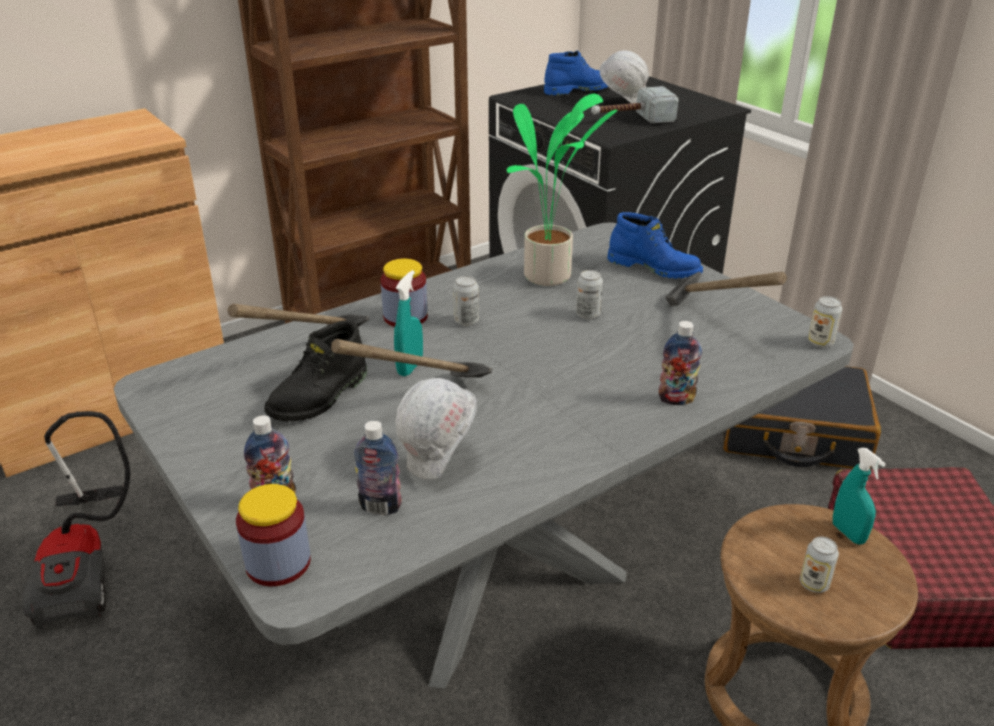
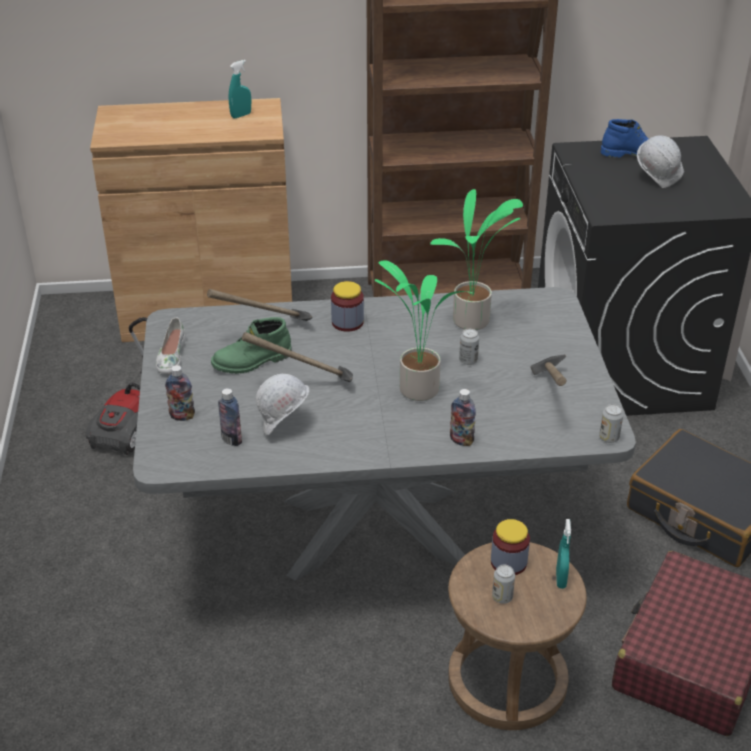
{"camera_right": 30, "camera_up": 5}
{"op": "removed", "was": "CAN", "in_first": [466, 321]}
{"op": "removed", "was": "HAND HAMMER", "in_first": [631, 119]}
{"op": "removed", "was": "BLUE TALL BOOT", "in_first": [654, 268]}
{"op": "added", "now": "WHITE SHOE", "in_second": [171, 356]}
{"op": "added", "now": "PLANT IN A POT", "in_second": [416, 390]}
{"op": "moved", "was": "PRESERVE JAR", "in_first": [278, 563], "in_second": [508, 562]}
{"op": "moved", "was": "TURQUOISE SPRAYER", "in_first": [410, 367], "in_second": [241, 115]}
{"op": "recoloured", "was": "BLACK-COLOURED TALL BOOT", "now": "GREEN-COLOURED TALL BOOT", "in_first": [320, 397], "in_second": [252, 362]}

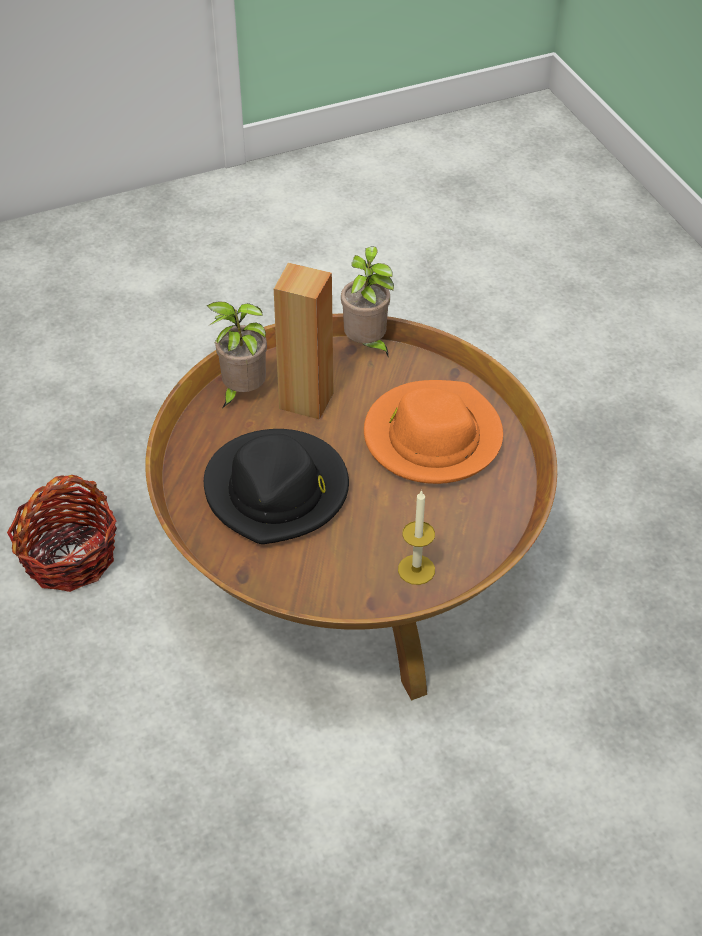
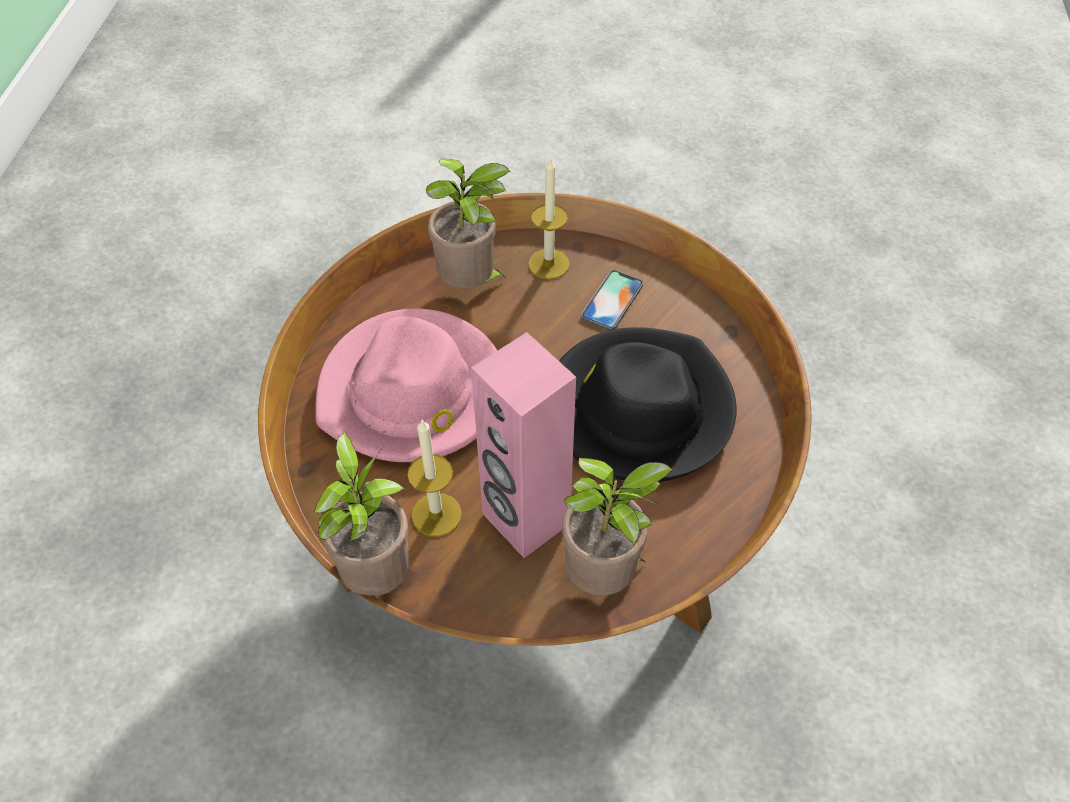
{"camera_right": -150, "camera_up": 5}
{"op": "removed", "was": "HOUSEHOLD BASKET", "in_first": [70, 556]}
{"op": "added", "now": "CANDLE", "in_second": [436, 514]}
{"op": "added", "now": "PLANT IN A POT", "in_second": [471, 285]}
{"op": "added", "now": "HANDSET", "in_second": [612, 300]}
{"op": "recoloured", "was": "BROWNISH LOUDSPEAKER", "now": "PINKISH LOUDSPEAKER", "in_first": [306, 400], "in_second": [525, 519]}
{"op": "recoloured", "was": "ORANGE-COLOURED HAT", "now": "PINKISH HAT", "in_first": [432, 437], "in_second": [413, 393]}

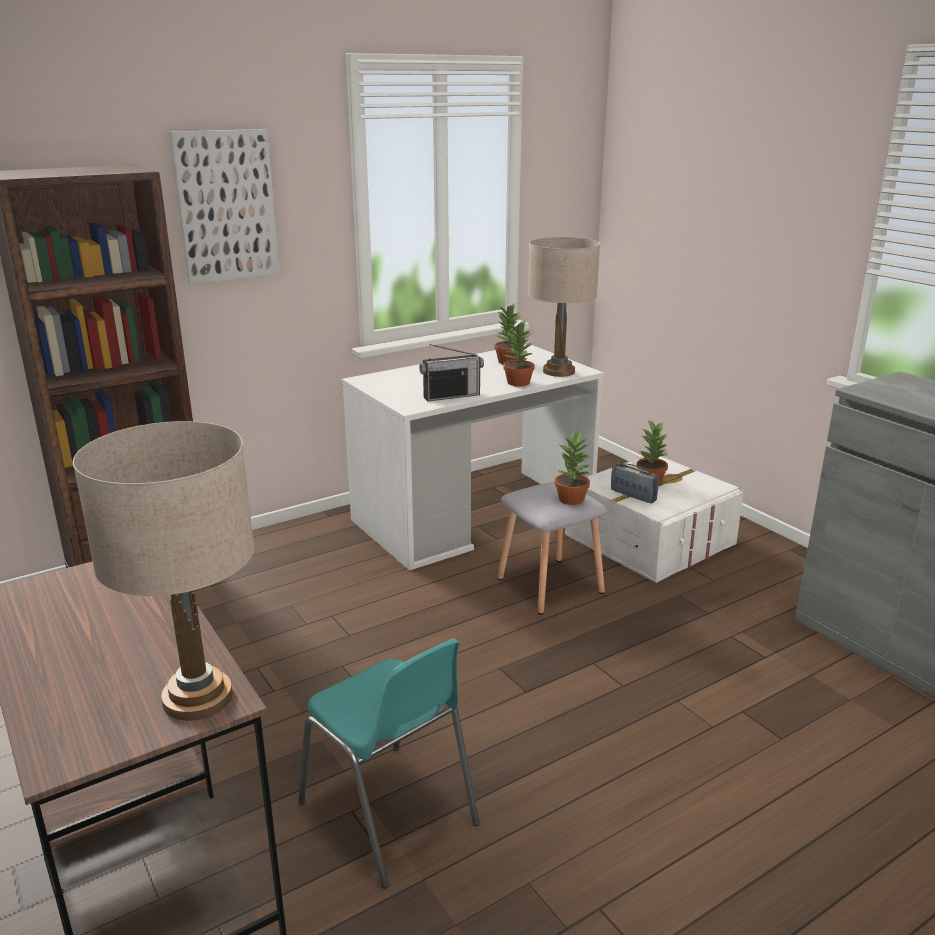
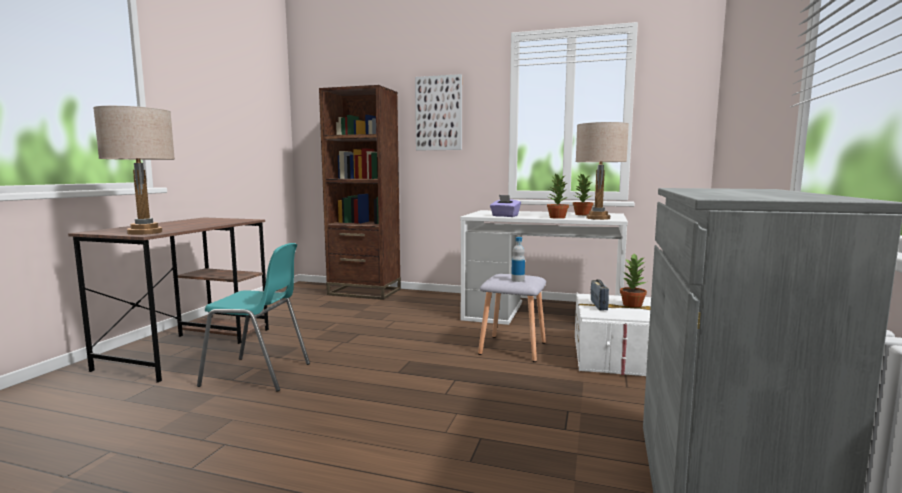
{"camera_right": 50, "camera_up": -15}
{"op": "replaced", "was": "RADIO", "now": "PURPLISH TISSUE HOLDER", "in_first": [451, 396], "in_second": [505, 216]}
{"op": "replaced", "was": "PLANT IN A POT", "now": "BEVERAGE BOTTLE", "in_first": [572, 499], "in_second": [517, 280]}
{"op": "turned", "was": "TURQUOISE CHAIR", "in_first": [389, 814], "in_second": [258, 374], "clockwise": -90}

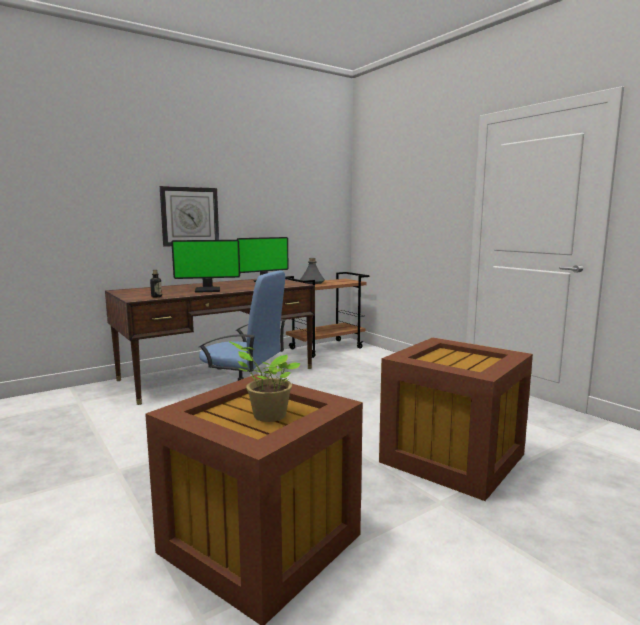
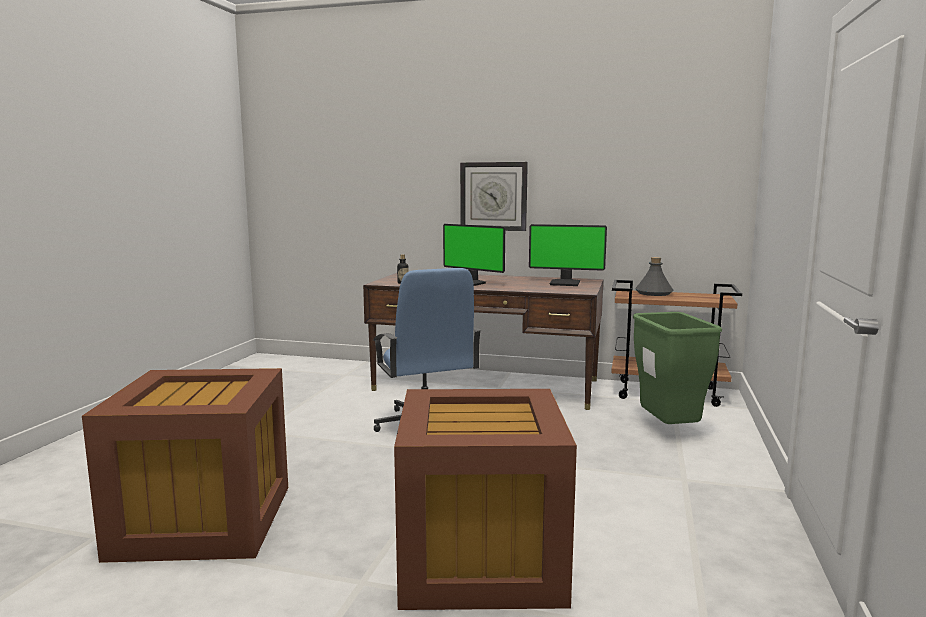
{"camera_right": 50, "camera_up": 0}
{"op": "removed", "was": "PLANT IN A POT", "in_first": [266, 416]}
{"op": "added", "now": "GREEN-COLOURED WASTE BIN", "in_second": [669, 431]}

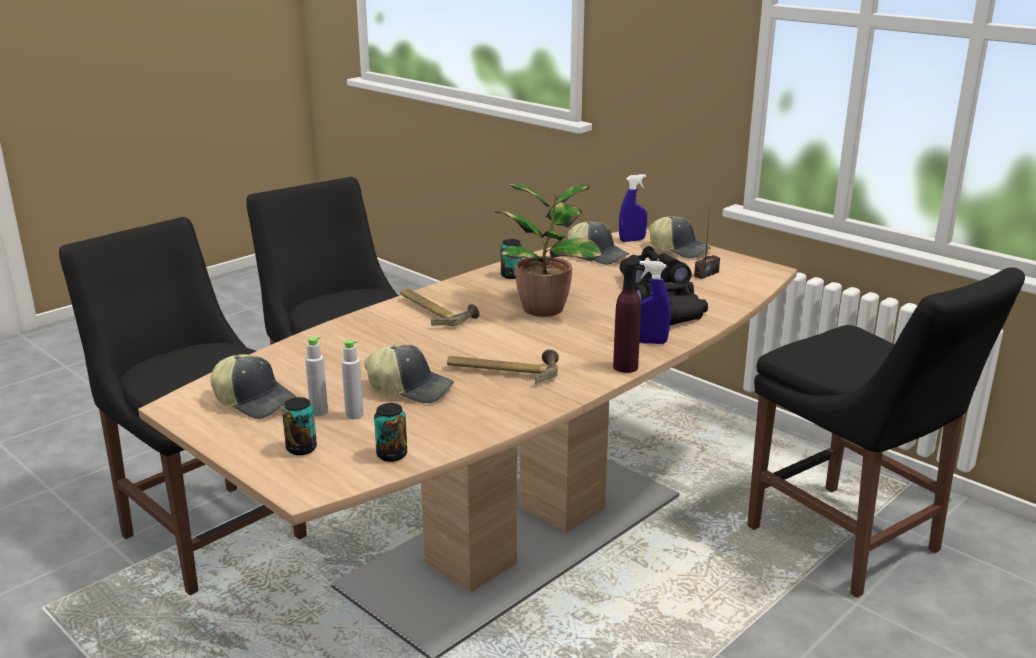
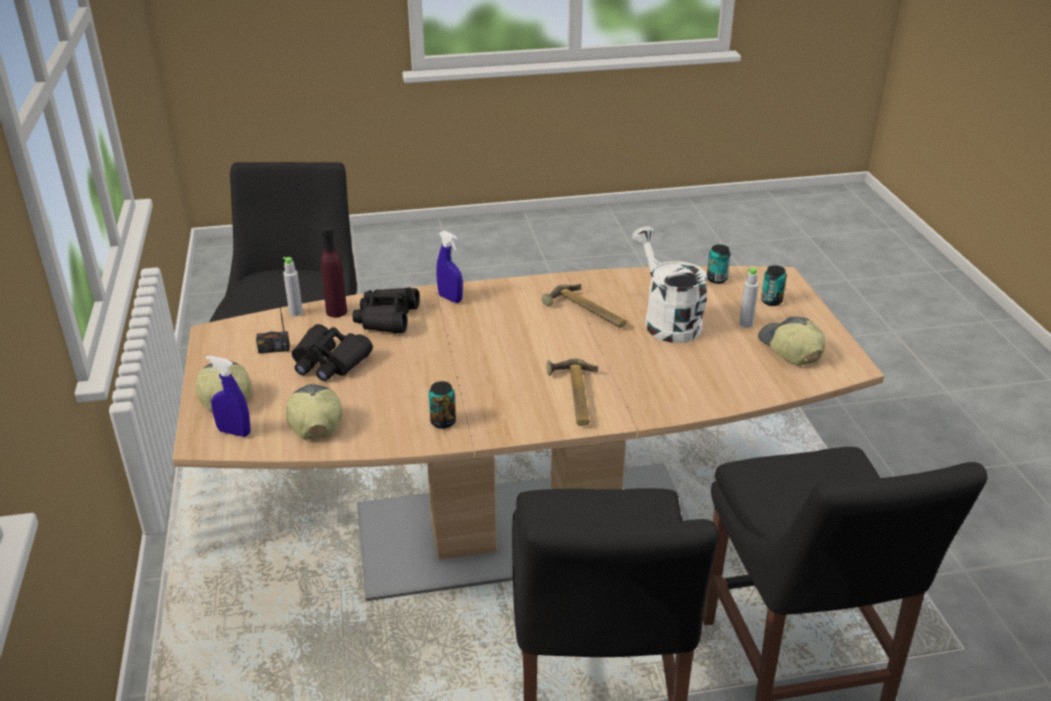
{"camera_right": -145, "camera_up": 10}
{"op": "removed", "was": "PLANT IN A POT", "in_first": [546, 308]}
{"op": "moved", "was": "GREYISH BEVERAGE BOTTLE", "in_first": [354, 415], "in_second": [296, 313]}
{"op": "moved", "was": "PURPLISH BEVERAGE BOTTLE", "in_first": [625, 367], "in_second": [336, 311]}
{"op": "replaced", "was": "CAP", "now": "WHITE WATERING POT", "in_first": [411, 388], "in_second": [666, 321]}

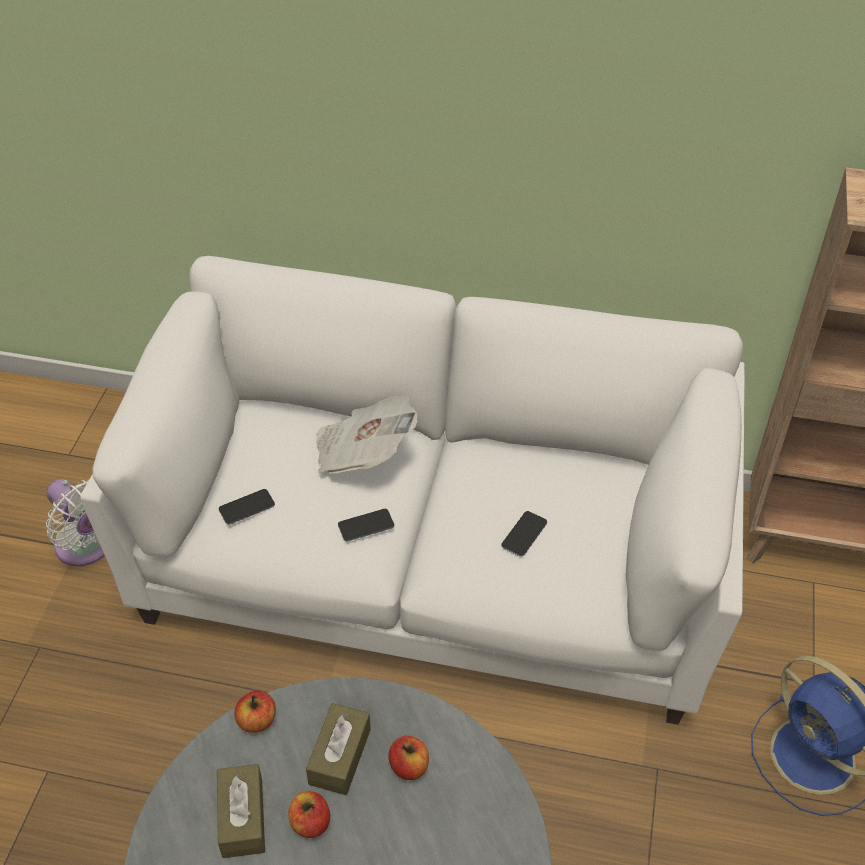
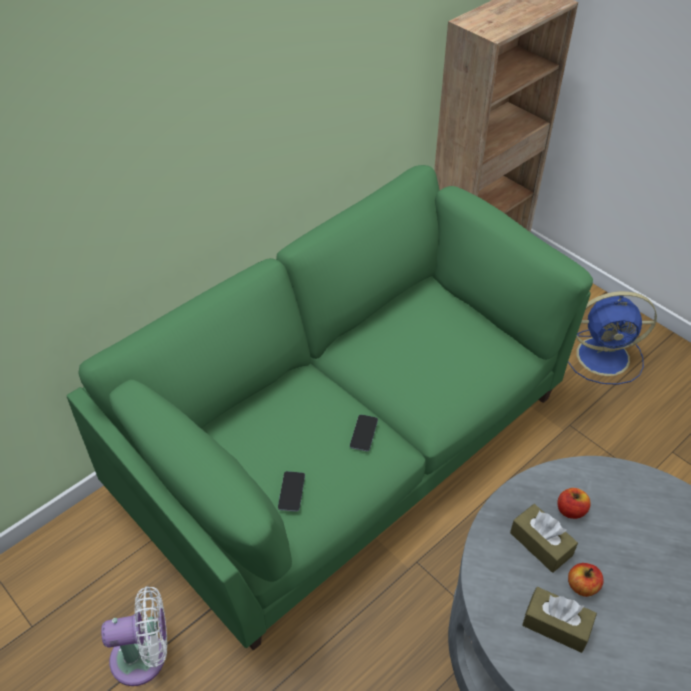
{"camera_right": -55, "camera_up": 0}
{"op": "removed", "was": "APPLE", "in_first": [257, 721]}
{"op": "removed", "was": "PRINTED PAPER", "in_first": [363, 453]}
{"op": "removed", "was": "HANDSET", "in_first": [524, 534]}
{"op": "recoloured", "was": "WHITE COUCH", "now": "GREEN-COLOURED COUCH", "in_first": [432, 560], "in_second": [343, 445]}

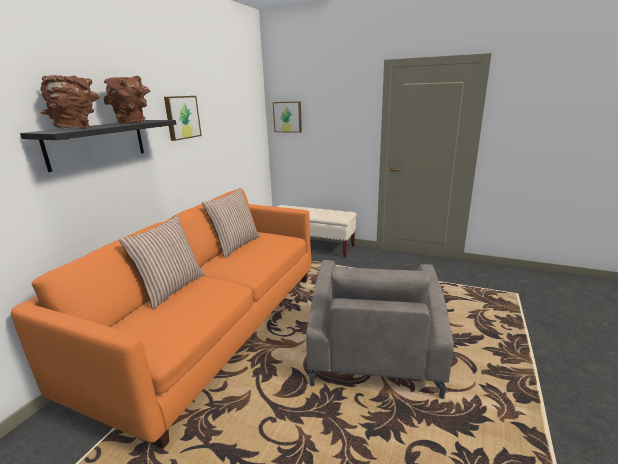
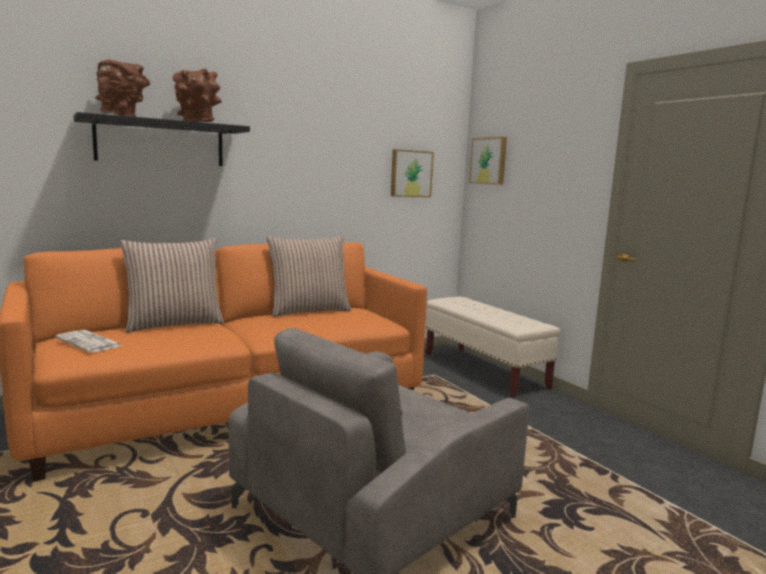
{"camera_right": 35, "camera_up": -10}
{"op": "added", "now": "PRINTED PAPER", "in_second": [90, 342]}
{"op": "moved", "was": "WALL PICTURE", "in_first": [182, 117], "in_second": [410, 173]}

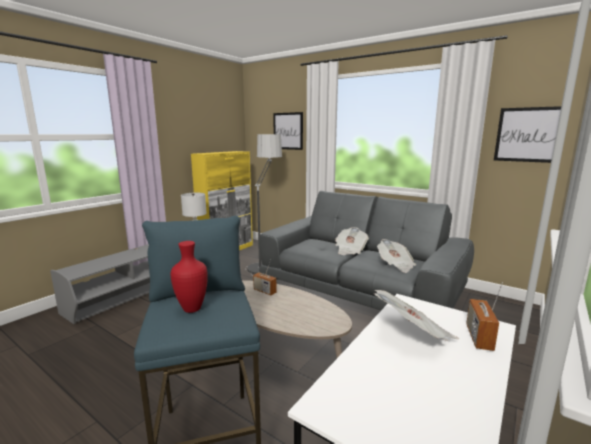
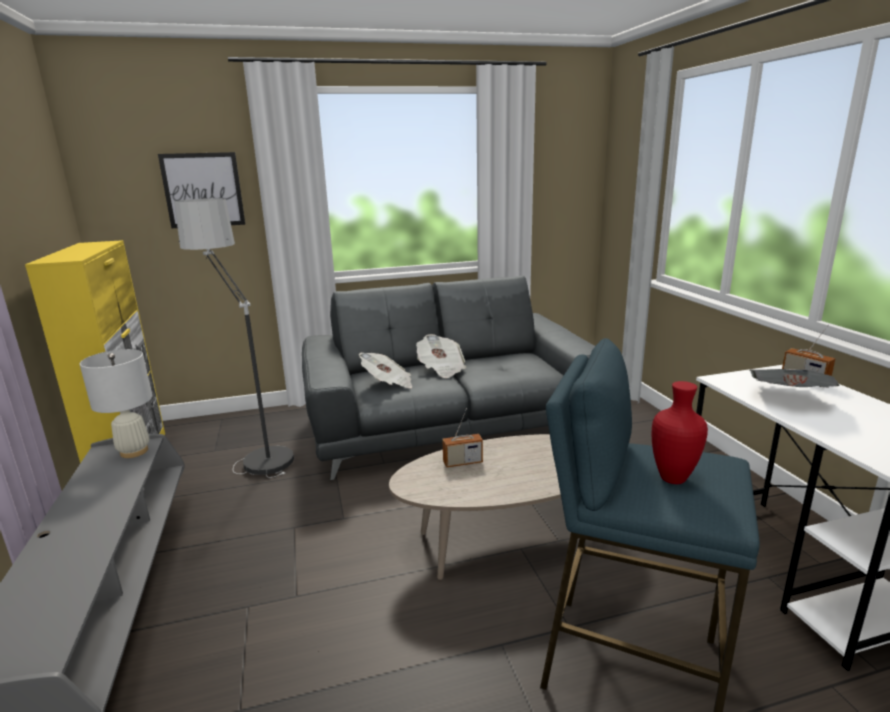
{"camera_right": -50, "camera_up": 5}
{"op": "removed", "was": "WALL PICTURE", "in_first": [527, 134]}
{"op": "moved", "was": "PRINTED PAPER", "in_first": [395, 265], "in_second": [388, 383]}

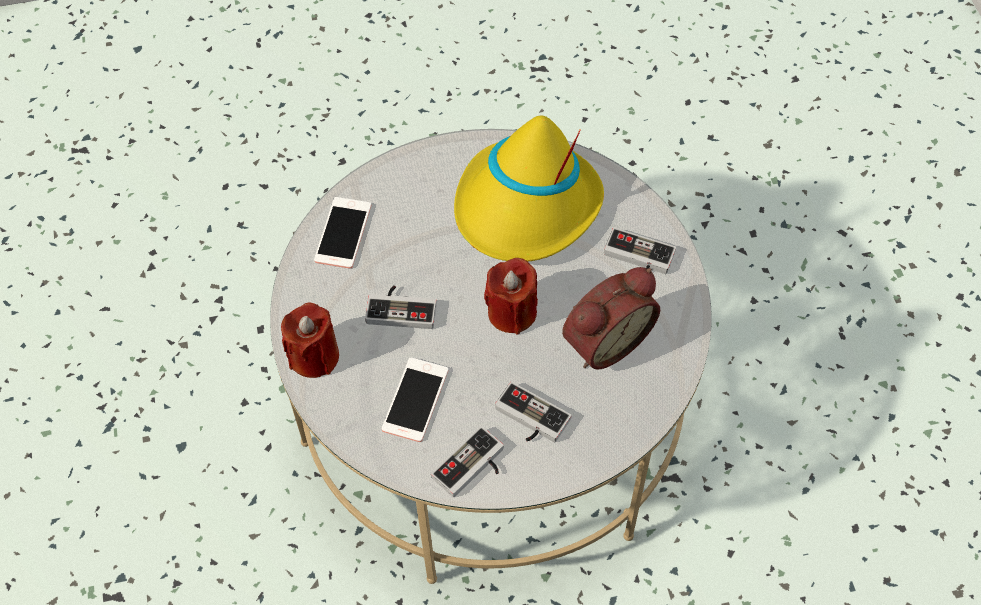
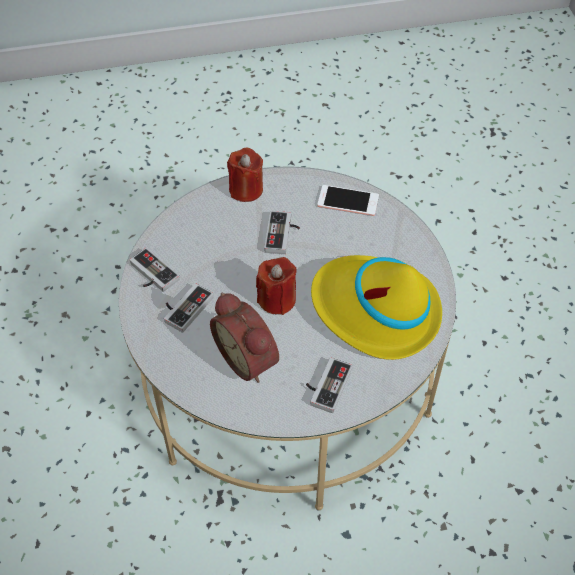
{"camera_right": 90, "camera_up": -5}
{"op": "removed", "was": "HANDSET", "in_first": [415, 400]}

